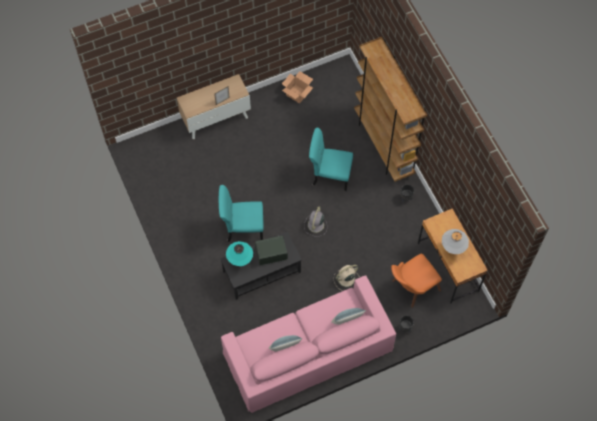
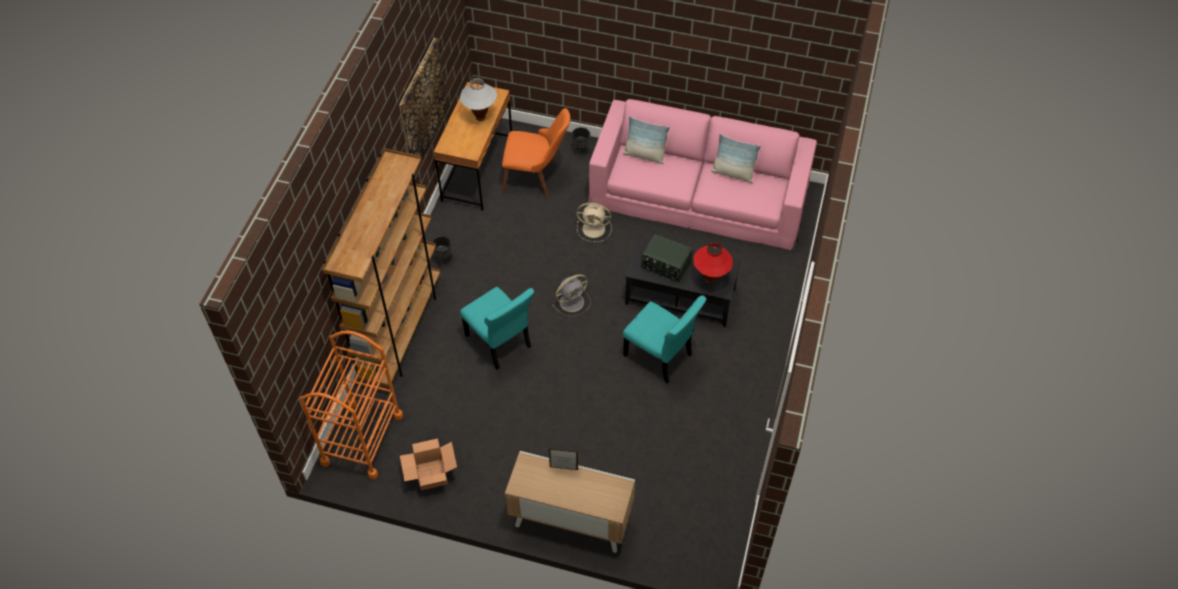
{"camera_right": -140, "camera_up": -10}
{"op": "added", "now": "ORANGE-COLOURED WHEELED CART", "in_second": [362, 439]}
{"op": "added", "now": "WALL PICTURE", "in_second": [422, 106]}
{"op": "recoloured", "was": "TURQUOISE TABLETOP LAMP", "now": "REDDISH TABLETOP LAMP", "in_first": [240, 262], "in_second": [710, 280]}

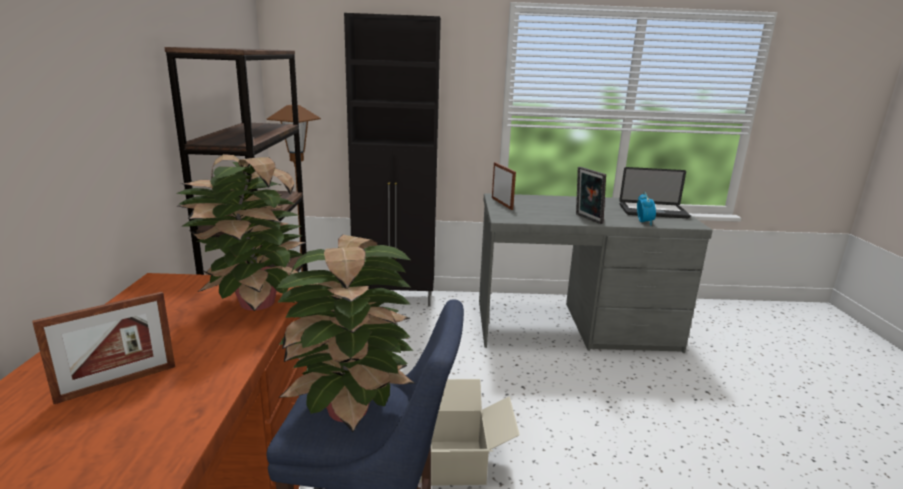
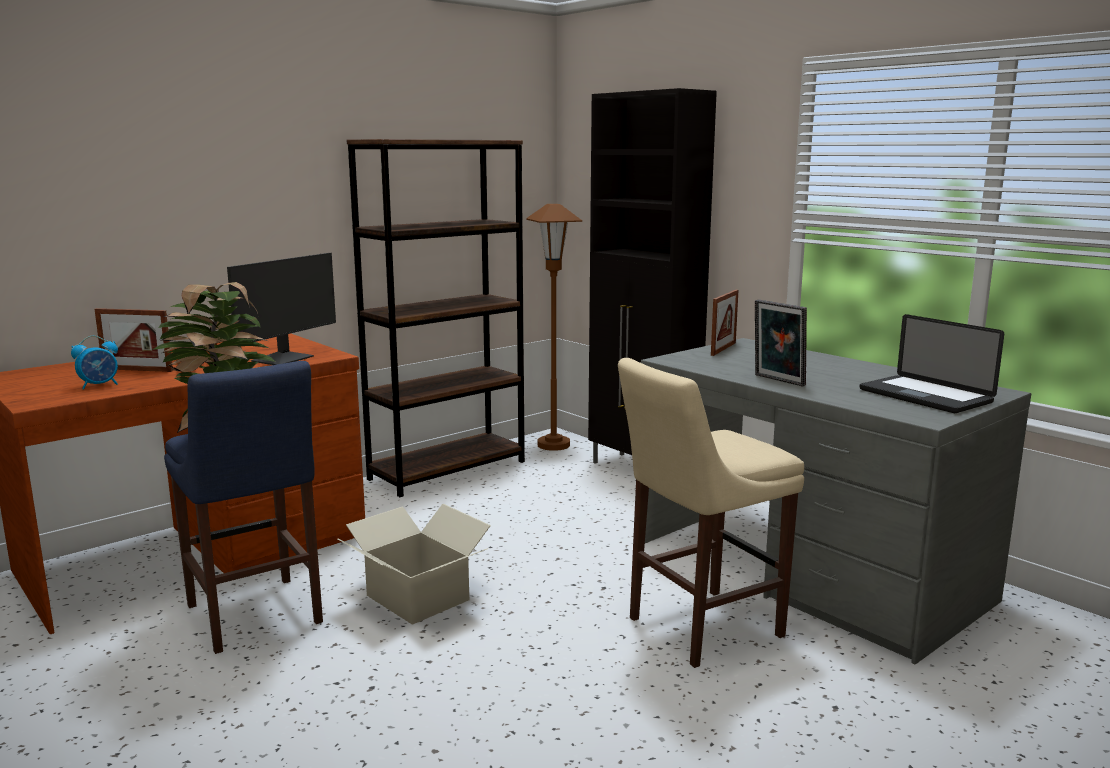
{"camera_right": 50, "camera_up": -5}
{"op": "added", "now": "BEIGE-COLOURED STOOL", "in_second": [698, 628]}
{"op": "moved", "was": "TABLE CLOCK", "in_first": [644, 222], "in_second": [99, 385]}
{"op": "replaced", "was": "PLANT IN A POT", "now": "COMPUTER SCREEN", "in_first": [253, 303], "in_second": [284, 359]}
{"op": "turned", "was": "PHOTO FRAME", "in_first": [587, 219], "in_second": [777, 380], "clockwise": -60}

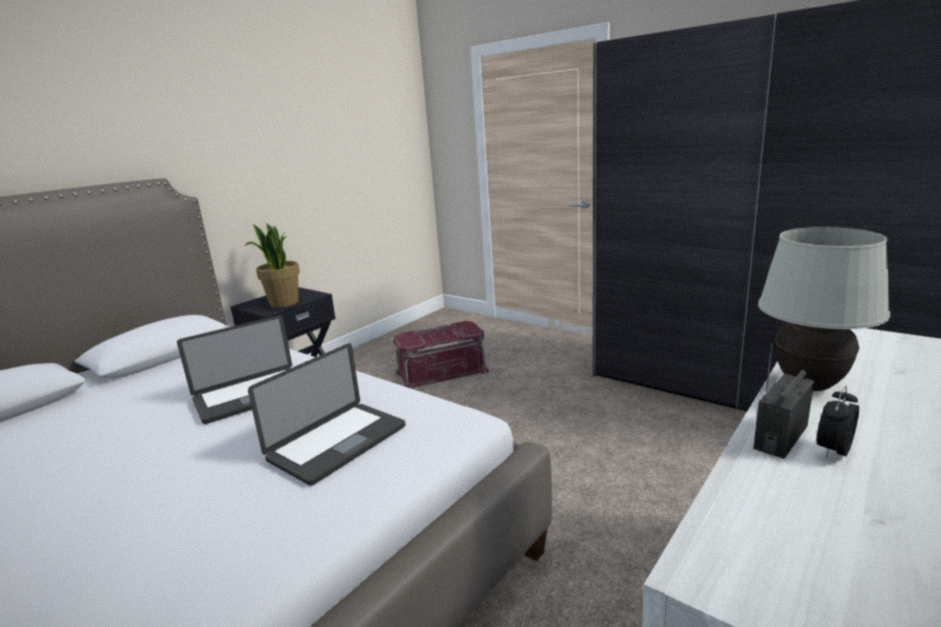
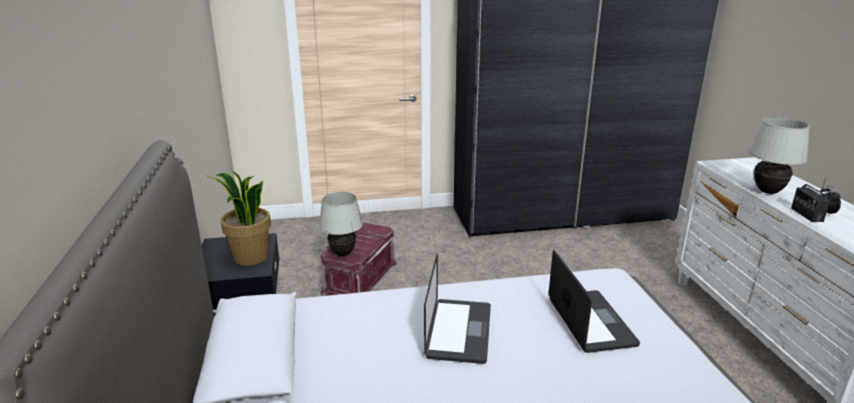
{"camera_right": -50, "camera_up": 5}
{"op": "added", "now": "WHITE TABLETOP LAMP", "in_second": [342, 254]}

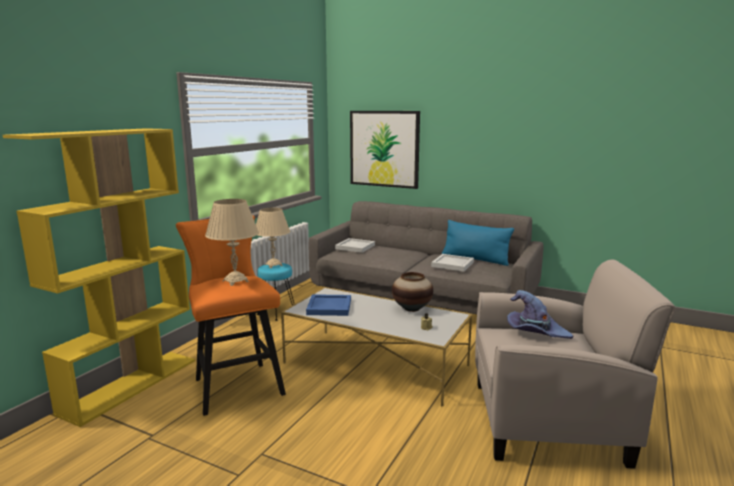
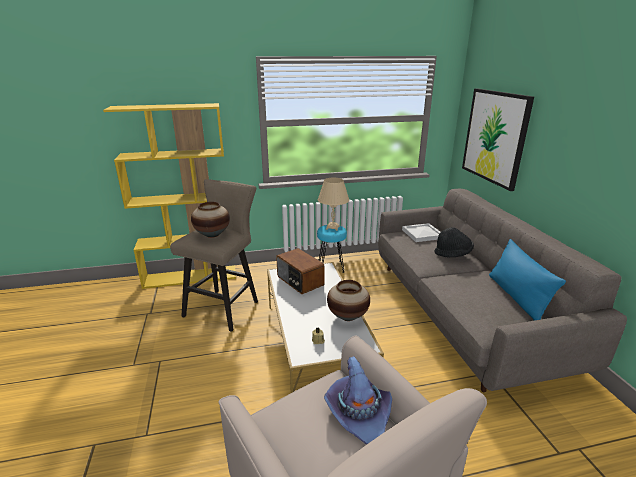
{"camera_right": 50, "camera_up": 10}
{"op": "removed", "was": "WHITE SERVING TRAY", "in_first": [452, 264]}
{"op": "added", "now": "BLACK-COLOURED HAT", "in_second": [453, 254]}
{"op": "replaced", "was": "BEIGE-COLOURED TABLETOP LAMP", "now": "VASE", "in_first": [235, 281], "in_second": [212, 234]}
{"op": "replaced", "was": "BLUE SERVING TRAY", "now": "RADIO", "in_first": [330, 307], "in_second": [299, 281]}
{"op": "recoloured", "was": "ORANGE-COLOURED STOOL", "now": "BEIGE-COLOURED STOOL", "in_first": [236, 384], "in_second": [225, 306]}

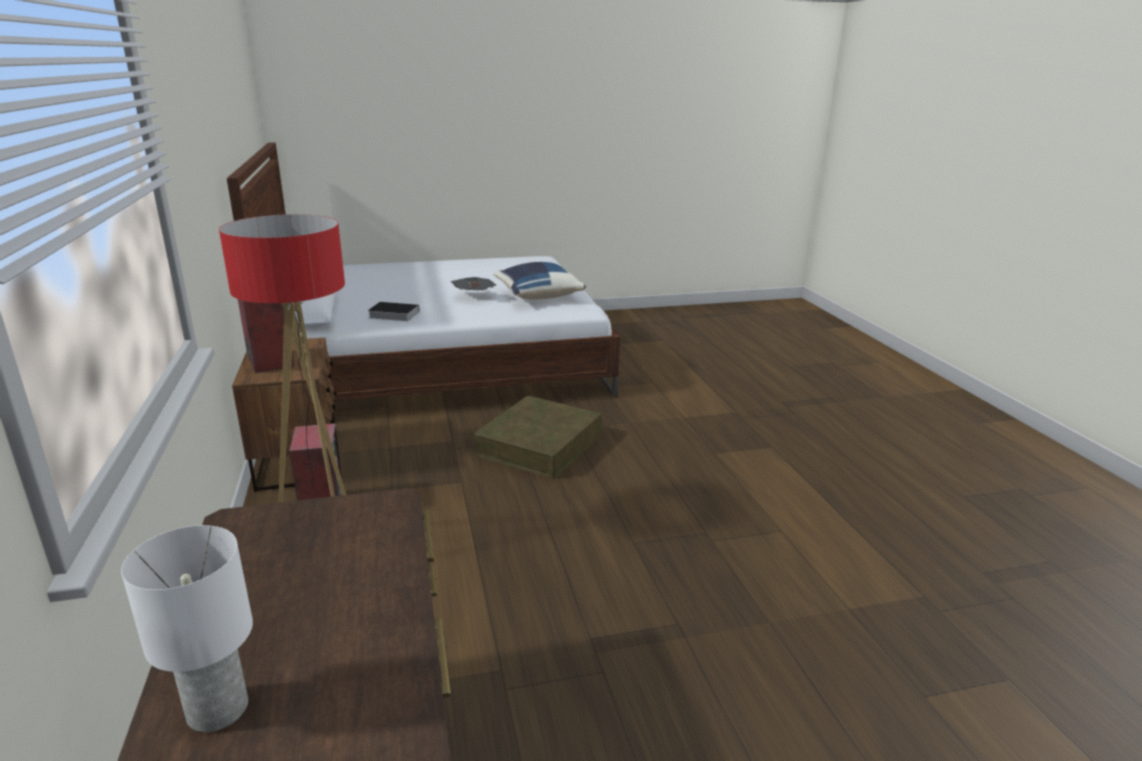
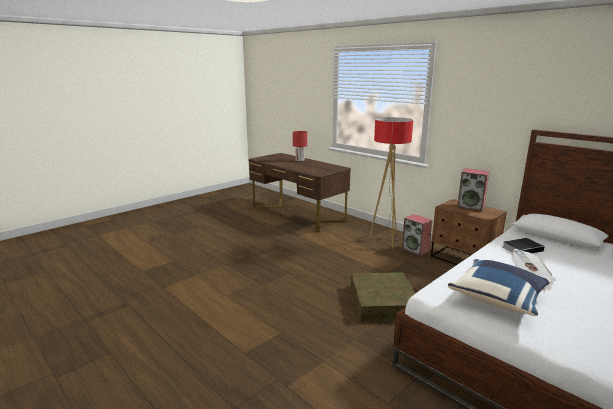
{"camera_right": 150, "camera_up": -5}
{"op": "recoloured", "was": "WHITE TABLETOP LAMP", "now": "REDDISH TABLETOP LAMP", "in_first": [216, 710], "in_second": [300, 160]}

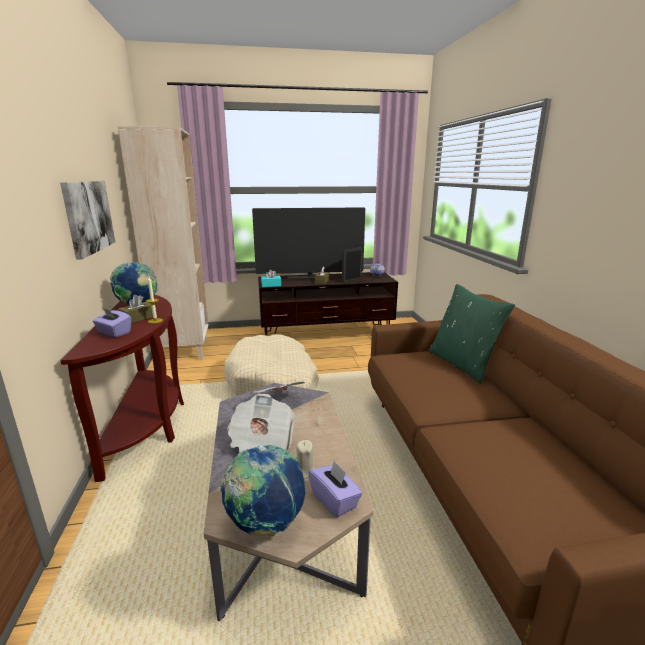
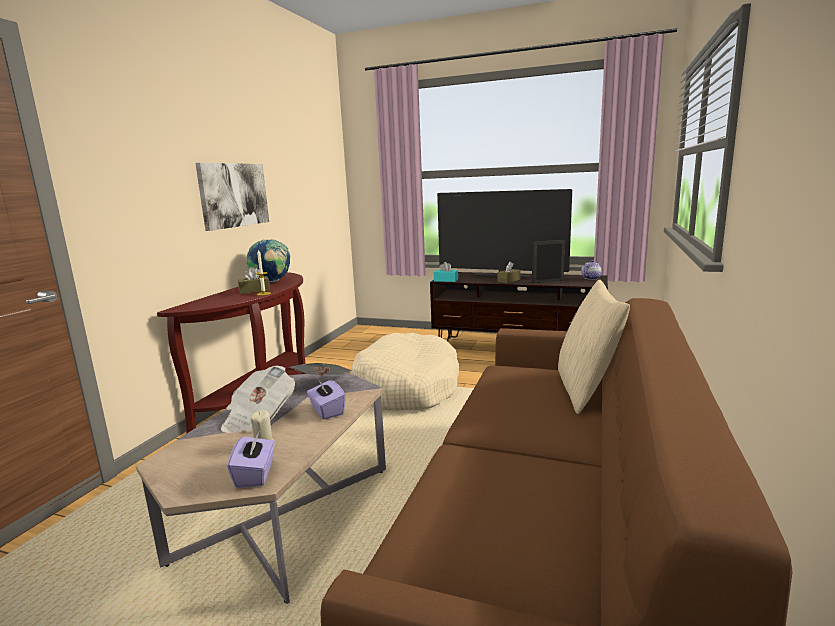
{"camera_right": 30, "camera_up": -5}
{"op": "removed", "was": "BEIGE-COLOURED SHELVING UNIT", "in_first": [183, 350]}
{"op": "removed", "was": "GLOBE", "in_first": [265, 523]}
{"op": "moved", "was": "PURPLISH TISSUE HOLDER", "in_first": [114, 333], "in_second": [327, 411]}
{"op": "recoloured", "was": "GREEN-COLOURED PILLOW", "now": "BEIGE-COLOURED PILLOW", "in_first": [462, 364], "in_second": [586, 390]}

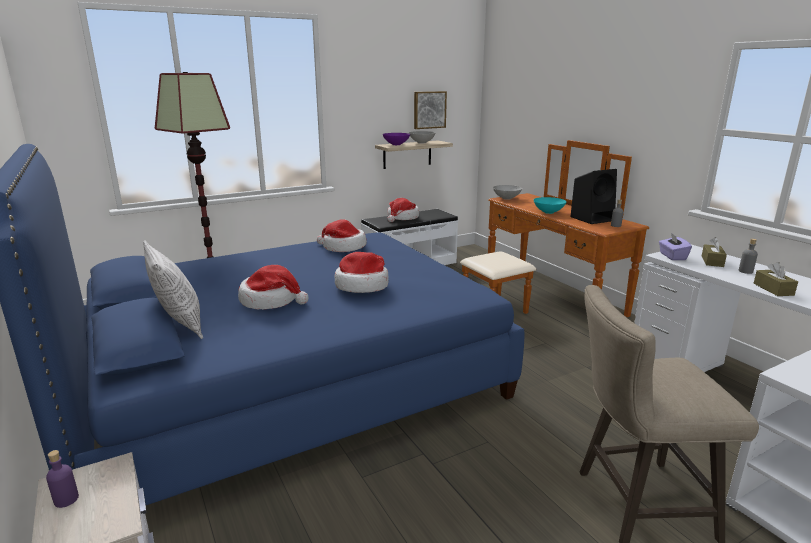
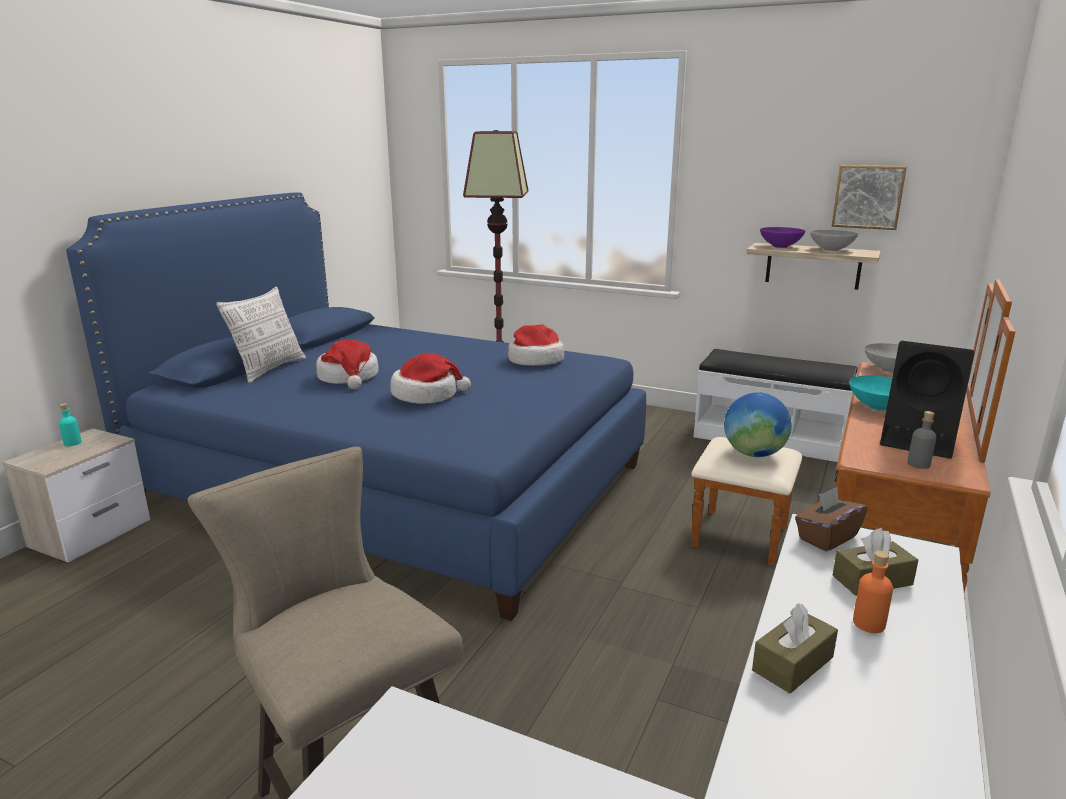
{"camera_right": 55, "camera_up": 0}
{"op": "removed", "was": "HAT", "in_first": [402, 218]}
{"op": "added", "now": "GLOBE", "in_second": [754, 454]}
{"op": "recoloured", "was": "PURPLISH BEVERAGE BOTTLE", "now": "TURQUOISE BEVERAGE BOTTLE", "in_first": [66, 499], "in_second": [72, 443]}
{"op": "recoloured", "was": "PURPLISH TISSUE HOLDER", "now": "BROWNISH TISSUE HOLDER", "in_first": [672, 256], "in_second": [827, 537]}
{"op": "recoloured", "was": "GREYISH BEVERAGE BOTTLE", "now": "ORANGE-COLOURED BEVERAGE BOTTLE", "in_first": [745, 271], "in_second": [868, 623]}

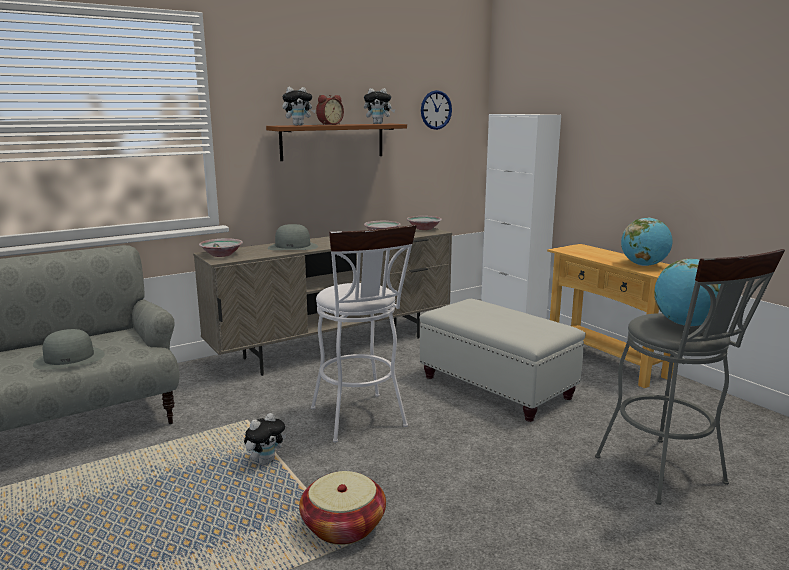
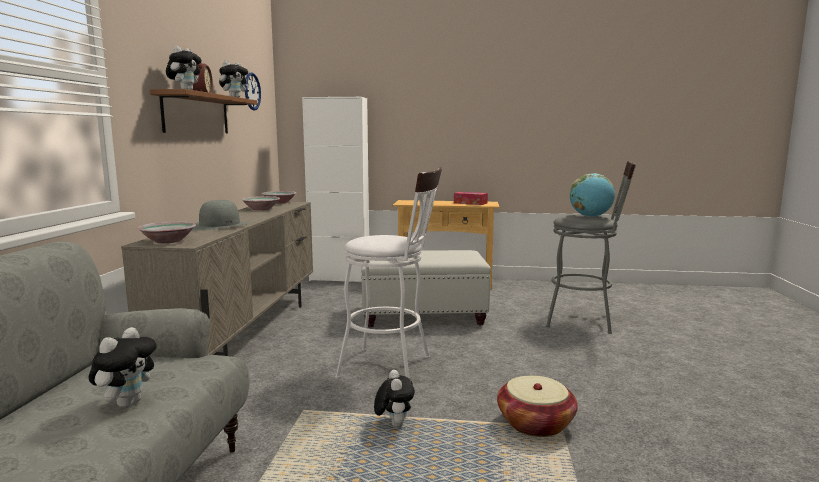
{"camera_right": -50, "camera_up": -5}
{"op": "replaced", "was": "GREYISH HAT", "now": "CUDDLY TOY", "in_first": [70, 359], "in_second": [127, 403]}
{"op": "replaced", "was": "GLOBE", "now": "TISSUE HOLDER", "in_first": [644, 265], "in_second": [470, 203]}

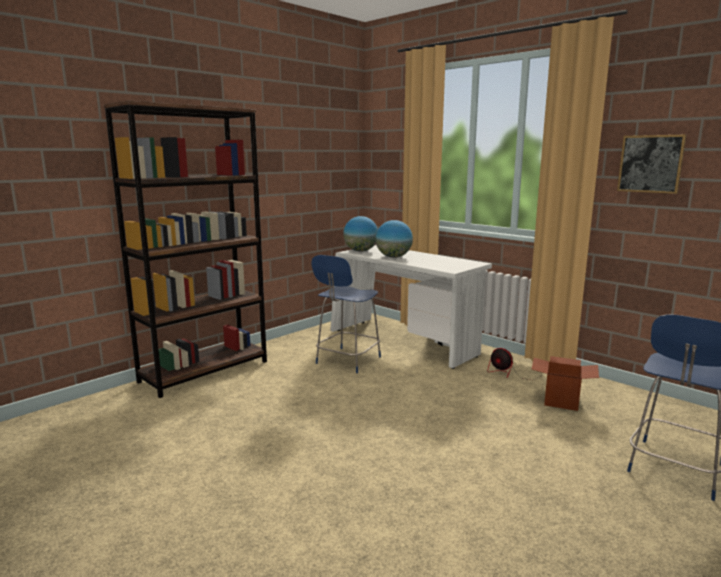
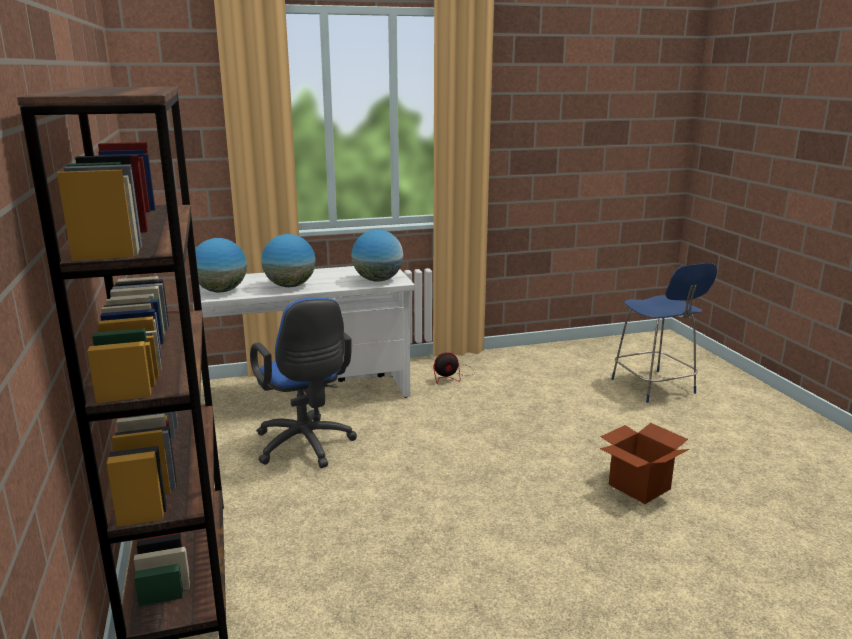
{"camera_right": -60, "camera_up": 5}
{"op": "removed", "was": "WALL PICTURE", "in_first": [650, 164]}
{"op": "added", "now": "GLOBE", "in_second": [378, 280]}
{"op": "moved", "was": "CARDBOARD BOX", "in_first": [561, 401], "in_second": [639, 487]}
{"op": "replaced", "was": "BLUE STOOL", "now": "BLUE COMPUTER CHAIR", "in_first": [347, 361], "in_second": [306, 447]}

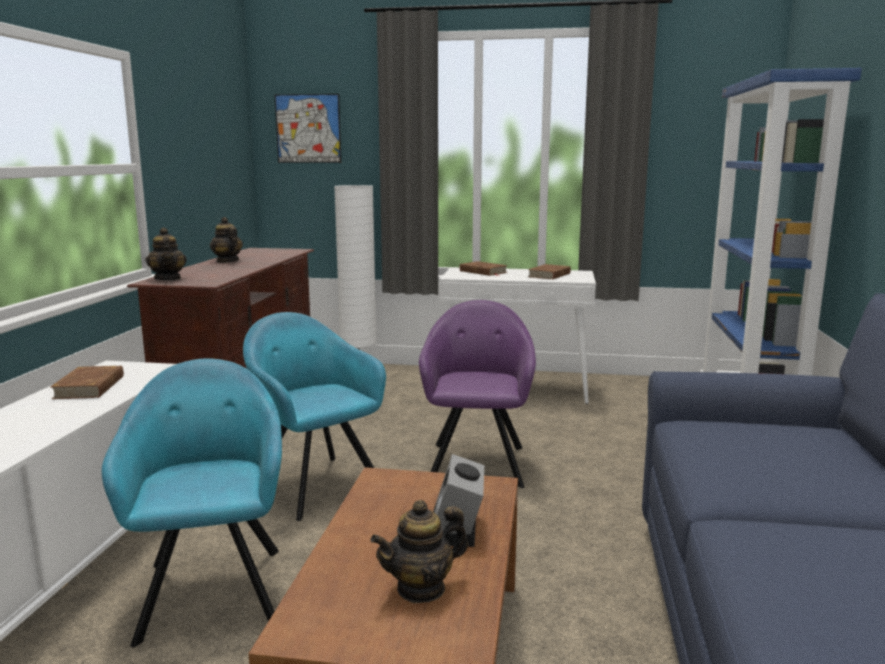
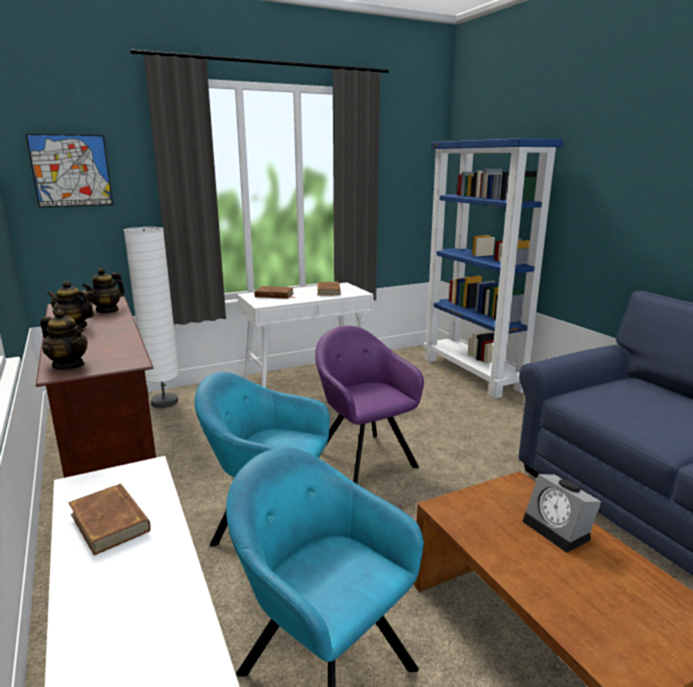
{"camera_right": -35, "camera_up": 5}
{"op": "moved", "was": "TEA POT", "in_first": [421, 588], "in_second": [107, 310]}

